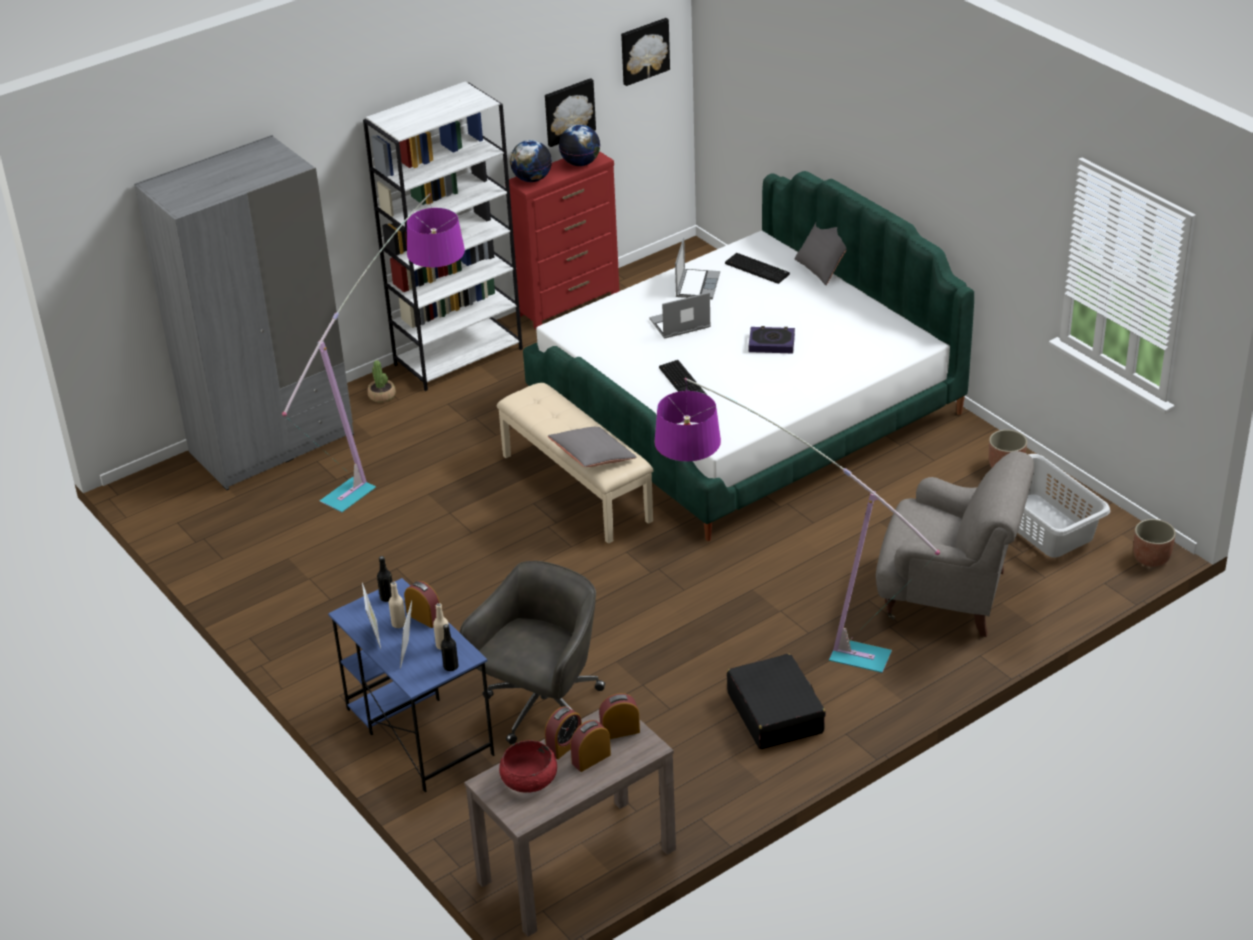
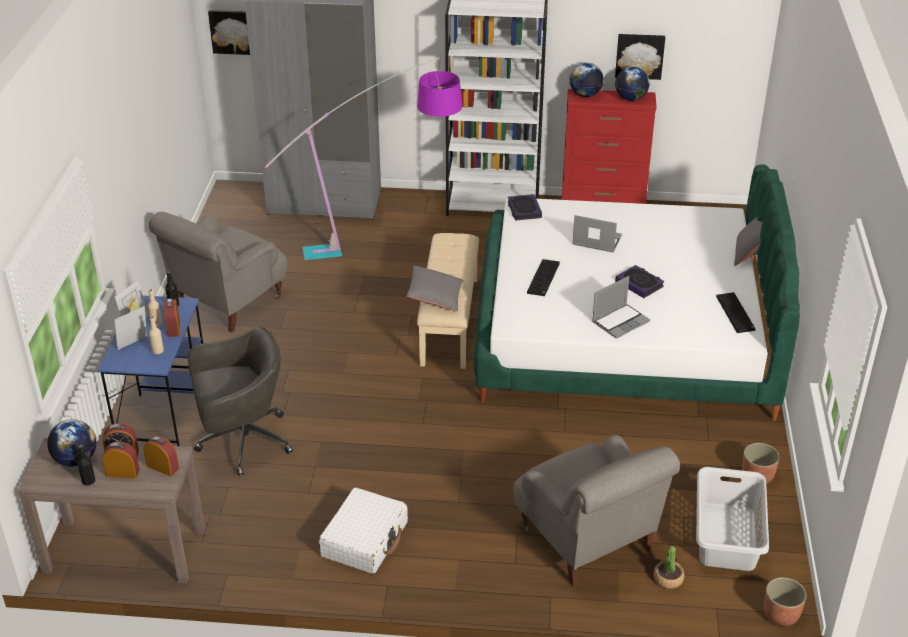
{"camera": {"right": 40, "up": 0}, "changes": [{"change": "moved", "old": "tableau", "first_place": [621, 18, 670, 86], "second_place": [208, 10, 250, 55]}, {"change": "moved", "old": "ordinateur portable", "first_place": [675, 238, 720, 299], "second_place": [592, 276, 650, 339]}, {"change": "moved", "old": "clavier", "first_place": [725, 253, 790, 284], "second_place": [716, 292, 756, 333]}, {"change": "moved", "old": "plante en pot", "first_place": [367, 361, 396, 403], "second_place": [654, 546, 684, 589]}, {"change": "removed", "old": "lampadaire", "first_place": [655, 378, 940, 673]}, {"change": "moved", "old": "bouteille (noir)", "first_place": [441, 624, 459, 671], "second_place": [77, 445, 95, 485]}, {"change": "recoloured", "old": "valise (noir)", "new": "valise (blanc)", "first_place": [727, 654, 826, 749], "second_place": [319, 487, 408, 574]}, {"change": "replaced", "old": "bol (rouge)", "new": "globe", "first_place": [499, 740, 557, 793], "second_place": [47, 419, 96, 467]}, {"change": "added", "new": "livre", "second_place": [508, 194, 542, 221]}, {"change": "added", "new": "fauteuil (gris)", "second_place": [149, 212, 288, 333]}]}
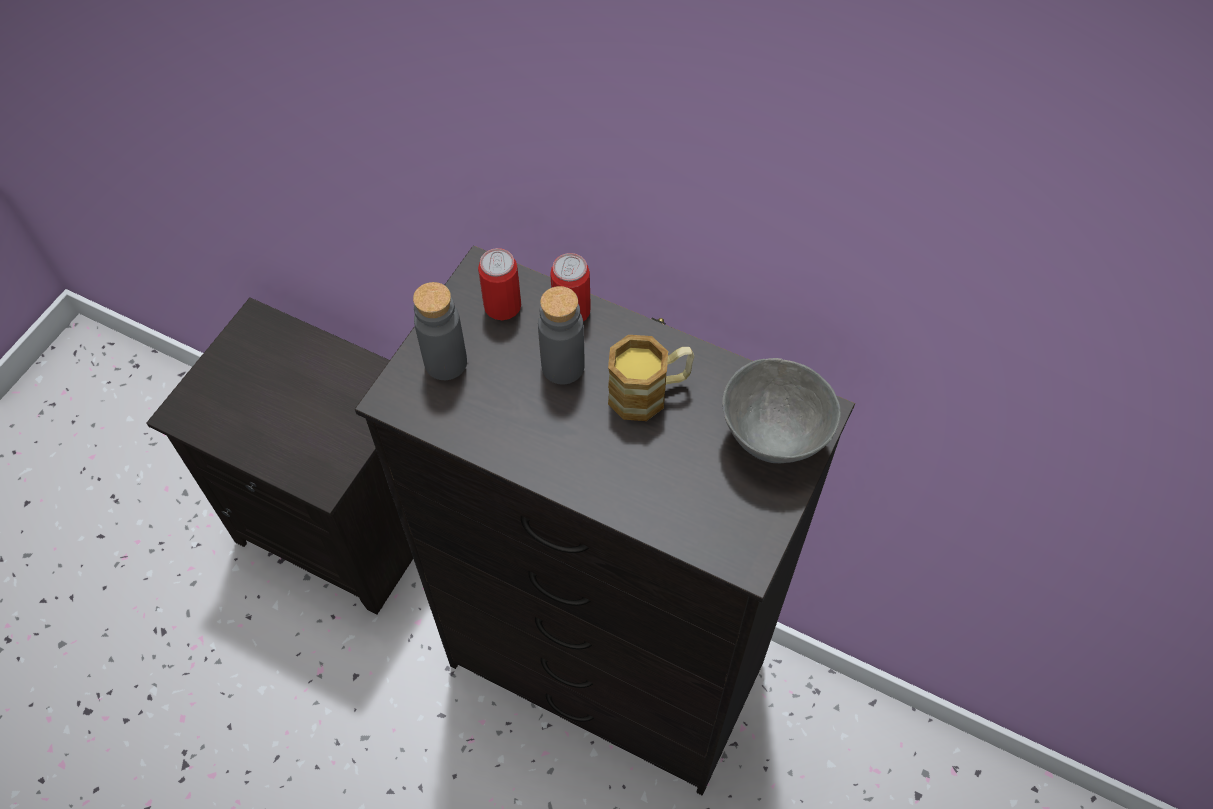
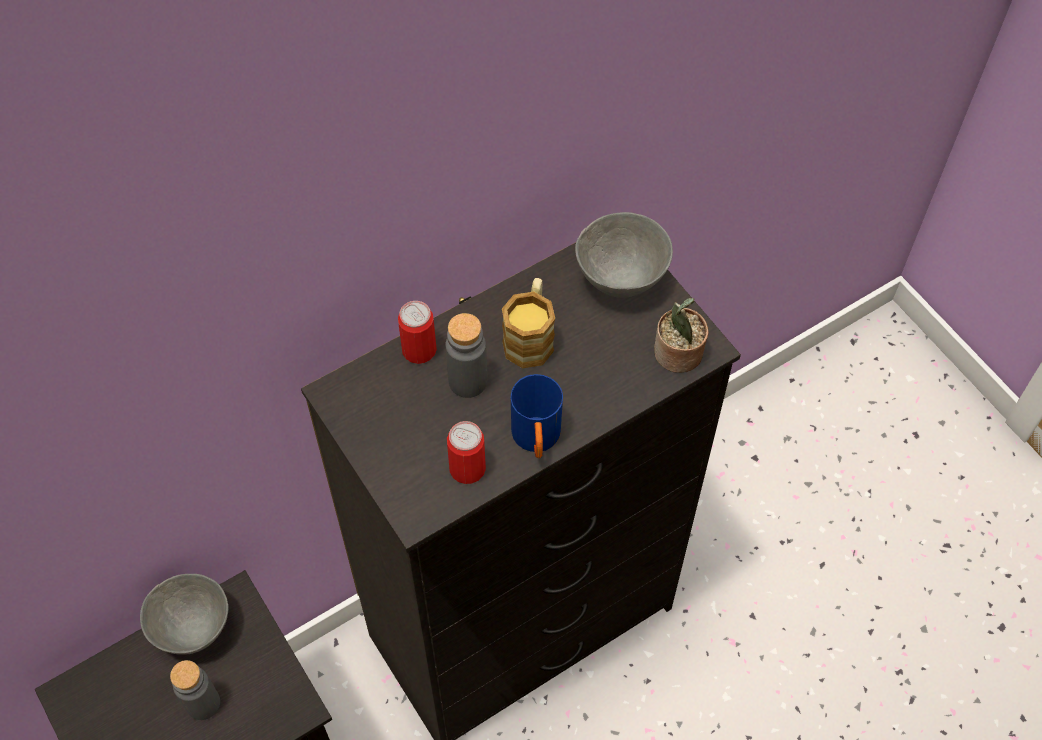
{"camera": {"right": -60, "up": 0}, "changes": [{"change": "moved", "old": "boîte métallique", "first_place": [478, 248, 521, 320], "second_place": [447, 421, 486, 484]}, {"change": "moved", "old": "bouteille (gris)", "first_place": [413, 282, 467, 380], "second_place": [170, 660, 220, 720]}, {"change": "added", "new": "plante en pot", "second_place": [654, 298, 709, 373]}, {"change": "added", "new": "mug (bleu)", "second_place": [511, 374, 563, 458]}, {"change": "added", "new": "bol (gris)", "second_place": [140, 574, 228, 655]}]}
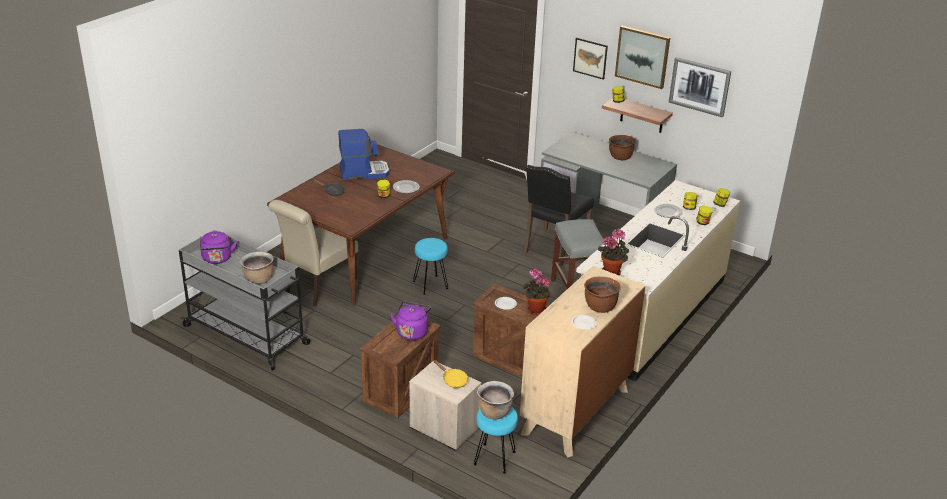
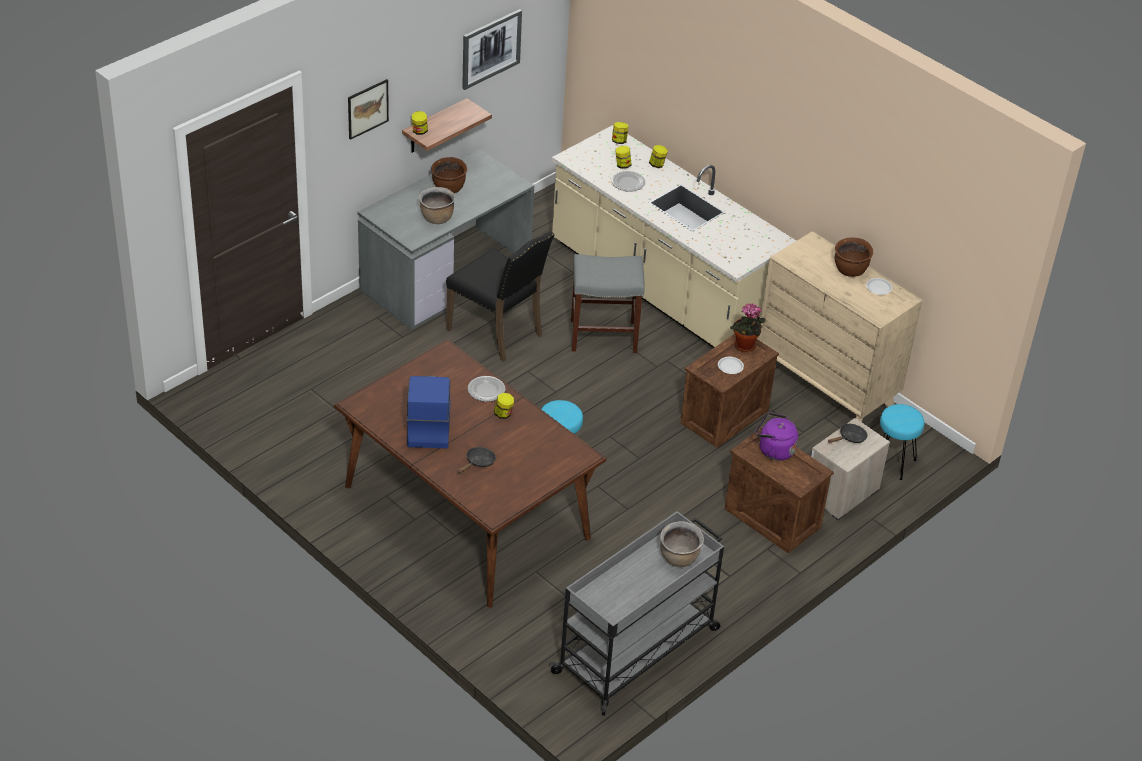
{"camera": {"right": -80, "up": 10}, "changes": [{"change": "removed", "old": "tableau", "first_place": [615, 26, 670, 89]}, {"change": "removed", "old": "chaise (beige)", "first_place": [268, 200, 359, 307]}, {"change": "removed", "old": "plante en pot", "first_place": [598, 229, 629, 275]}, {"change": "removed", "old": "bouilloire (violet)", "first_place": [200, 231, 237, 264]}, {"change": "recoloured", "old": "poêle (jaune)", "new": "poêle (noir)", "first_place": [433, 360, 468, 388], "second_place": [828, 424, 868, 443]}, {"change": "moved", "old": "marmite (marron)", "first_place": [477, 381, 514, 420], "second_place": [419, 187, 455, 224]}]}
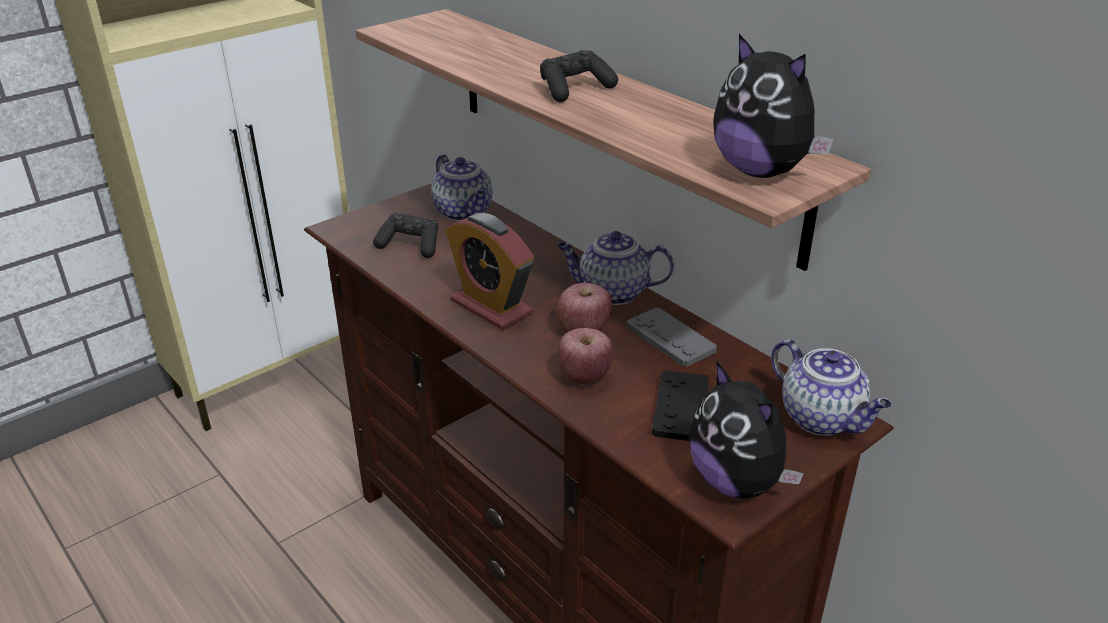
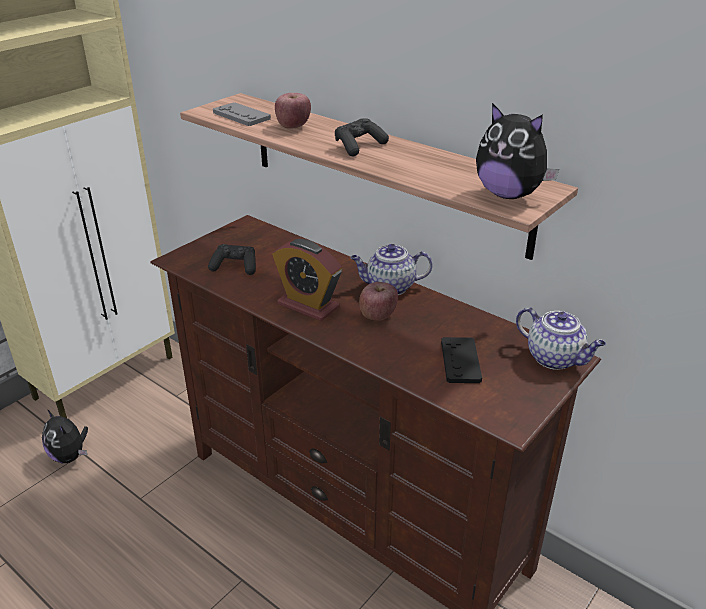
{"camera": {"right": -10, "up": 0}, "changes": [{"change": "removed", "old": "théière", "first_place": [431, 154, 493, 221]}, {"change": "moved", "old": "manette (gris)", "first_place": [627, 308, 717, 367], "second_place": [213, 103, 271, 126]}, {"change": "moved", "old": "pomme", "first_place": [557, 328, 614, 384], "second_place": [275, 93, 311, 129]}, {"change": "moved", "old": "peluche", "first_place": [689, 362, 804, 499], "second_place": [42, 409, 88, 463]}]}
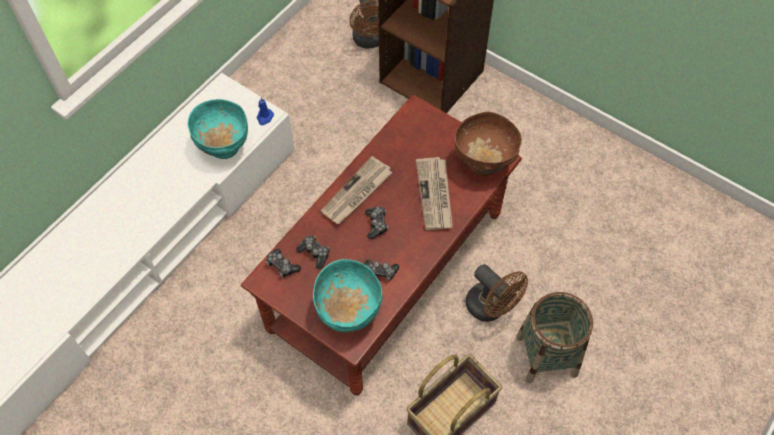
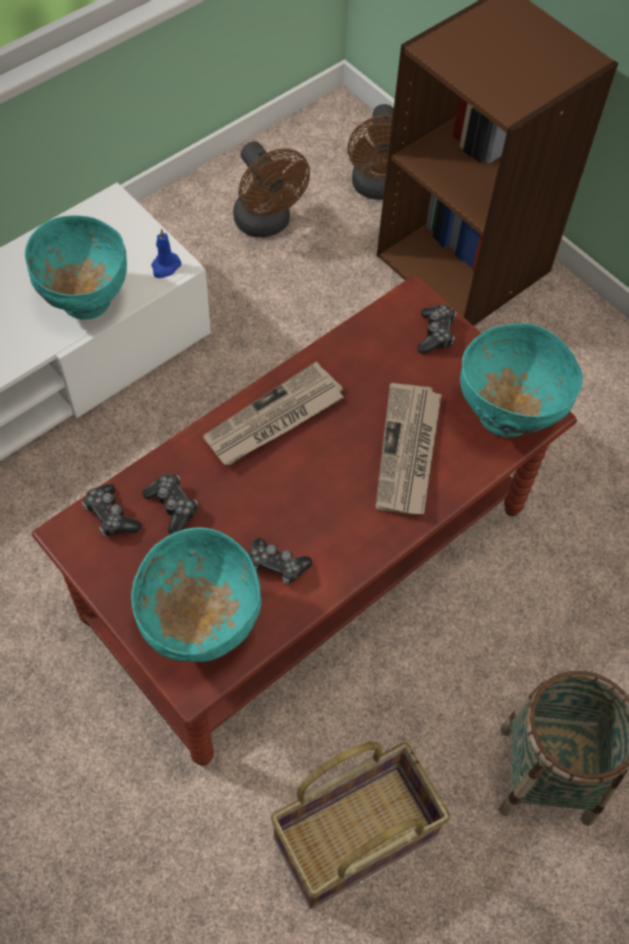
{"camera": {"right": 10, "up": 0}, "changes": [{"change": "recoloured", "old": "bol (marron)", "new": "bol (turquoise)", "first_place": [455, 112, 522, 176], "second_place": [460, 323, 583, 438]}, {"change": "moved", "old": "manette", "first_place": [365, 206, 388, 239], "second_place": [417, 304, 456, 354]}, {"change": "moved", "old": "ventilateur (marron)", "first_place": [465, 264, 528, 322], "second_place": [233, 141, 310, 238]}]}
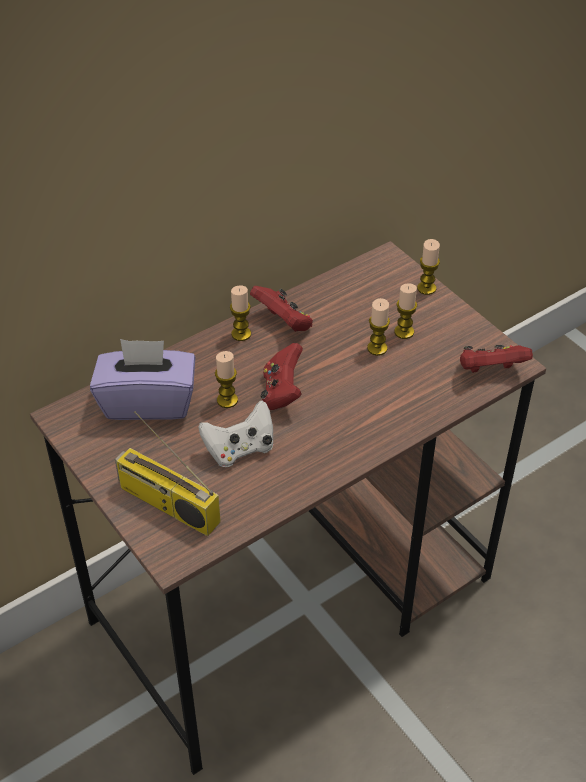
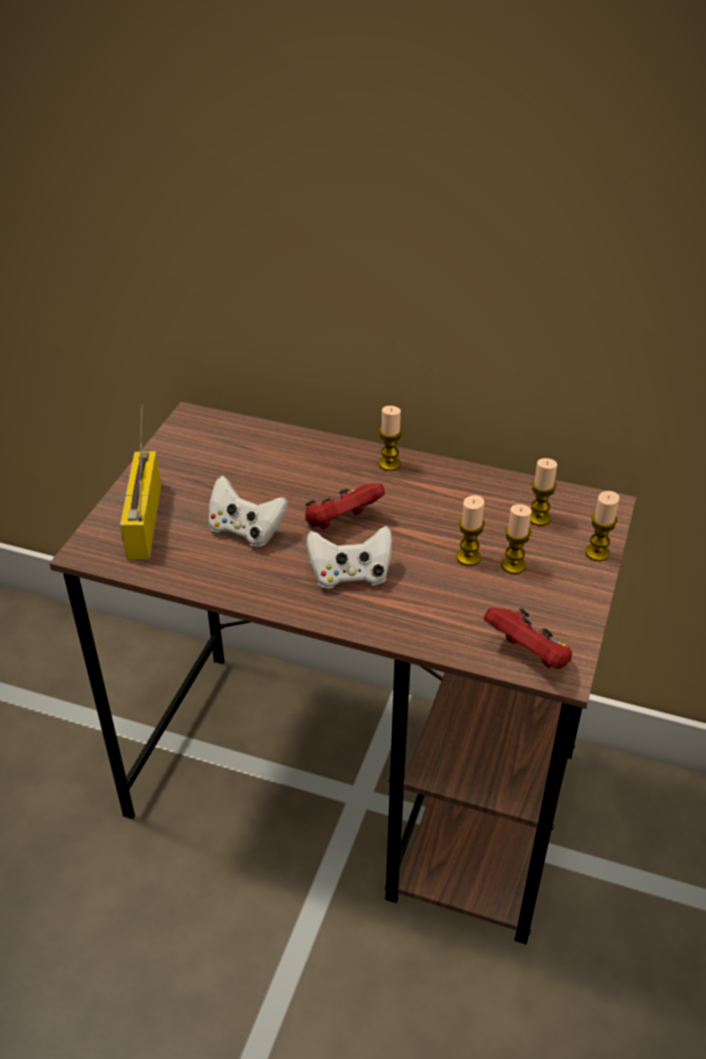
{"camera": {"right": 55, "up": -5}, "changes": [{"change": "removed", "old": "manette (rouge)", "first_place": [250, 286, 313, 332]}, {"change": "removed", "old": "boîte à mouchoirs (violet)", "first_place": [90, 339, 195, 420]}, {"change": "moved", "old": "bougie", "first_place": [215, 351, 238, 408], "second_place": [530, 458, 557, 526]}, {"change": "added", "new": "manette (blanc)", "second_place": [306, 526, 392, 589]}]}
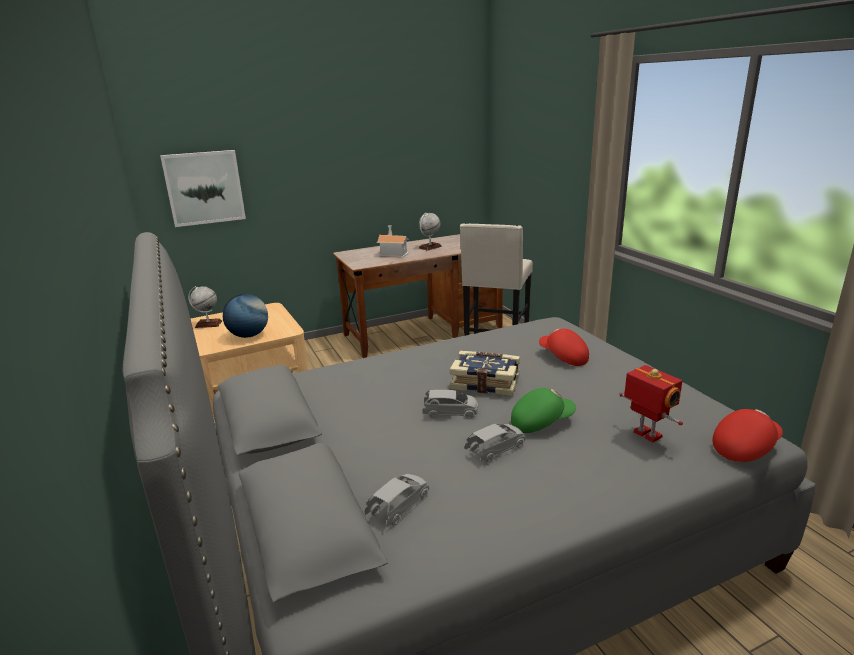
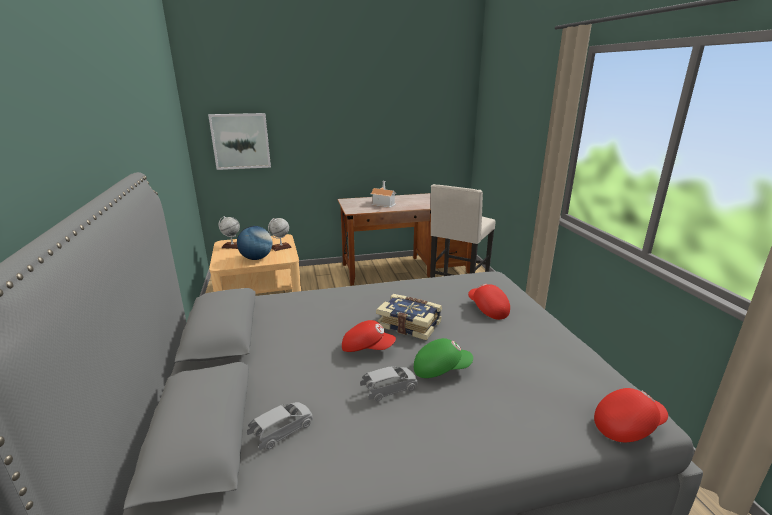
{"camera": {"right": 10, "up": 0}, "changes": [{"change": "moved", "old": "globe", "first_place": [419, 213, 442, 251], "second_place": [268, 218, 292, 251]}, {"change": "removed", "old": "robot jouet", "first_place": [619, 365, 683, 442]}, {"change": "replaced", "old": "petite voiture (gris)", "new": "casquette (rouge)", "first_place": [422, 390, 478, 419], "second_place": [342, 320, 396, 352]}]}
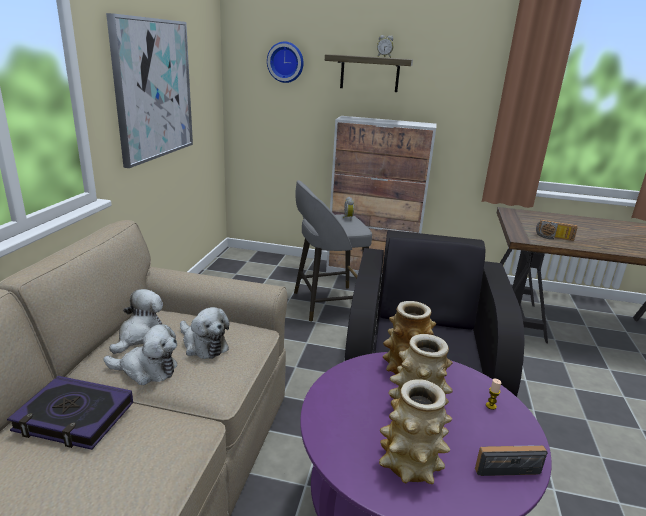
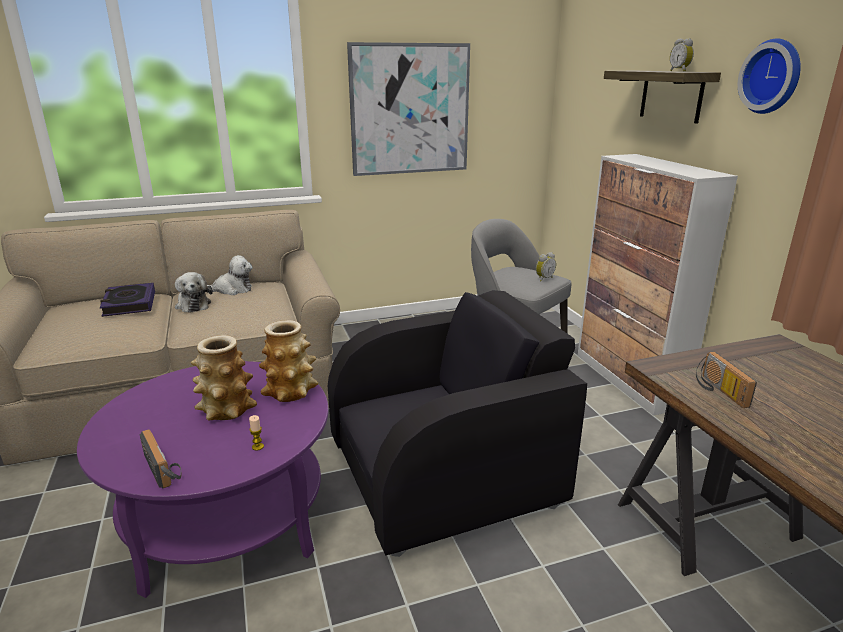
{"camera": {"right": 60, "up": 0}, "changes": [{"change": "moved", "old": "horloge murale", "first_place": [267, 42, 304, 83], "second_place": [738, 39, 801, 114]}, {"change": "removed", "old": "peluche", "first_place": [180, 307, 229, 359]}, {"change": "removed", "old": "vase", "first_place": [379, 379, 452, 484]}]}
